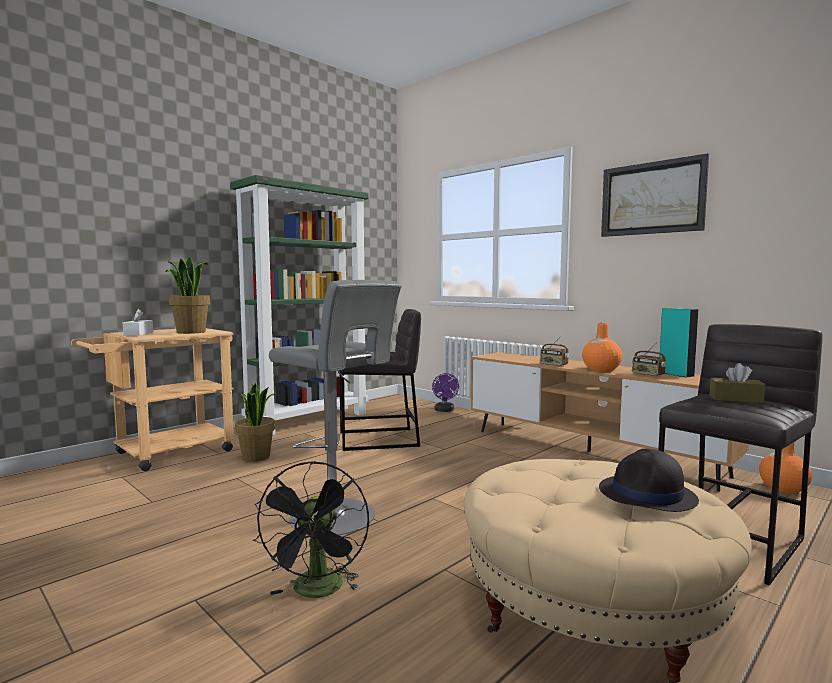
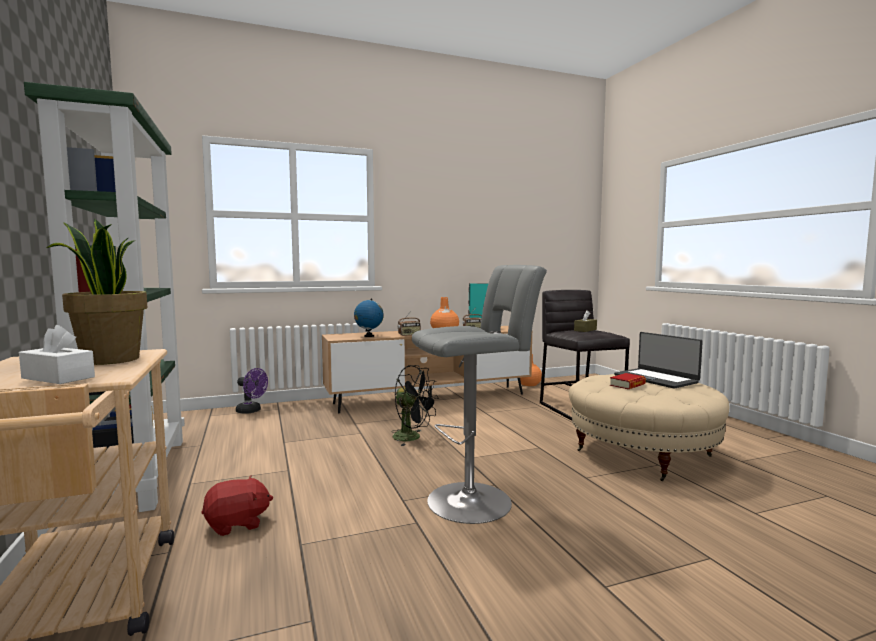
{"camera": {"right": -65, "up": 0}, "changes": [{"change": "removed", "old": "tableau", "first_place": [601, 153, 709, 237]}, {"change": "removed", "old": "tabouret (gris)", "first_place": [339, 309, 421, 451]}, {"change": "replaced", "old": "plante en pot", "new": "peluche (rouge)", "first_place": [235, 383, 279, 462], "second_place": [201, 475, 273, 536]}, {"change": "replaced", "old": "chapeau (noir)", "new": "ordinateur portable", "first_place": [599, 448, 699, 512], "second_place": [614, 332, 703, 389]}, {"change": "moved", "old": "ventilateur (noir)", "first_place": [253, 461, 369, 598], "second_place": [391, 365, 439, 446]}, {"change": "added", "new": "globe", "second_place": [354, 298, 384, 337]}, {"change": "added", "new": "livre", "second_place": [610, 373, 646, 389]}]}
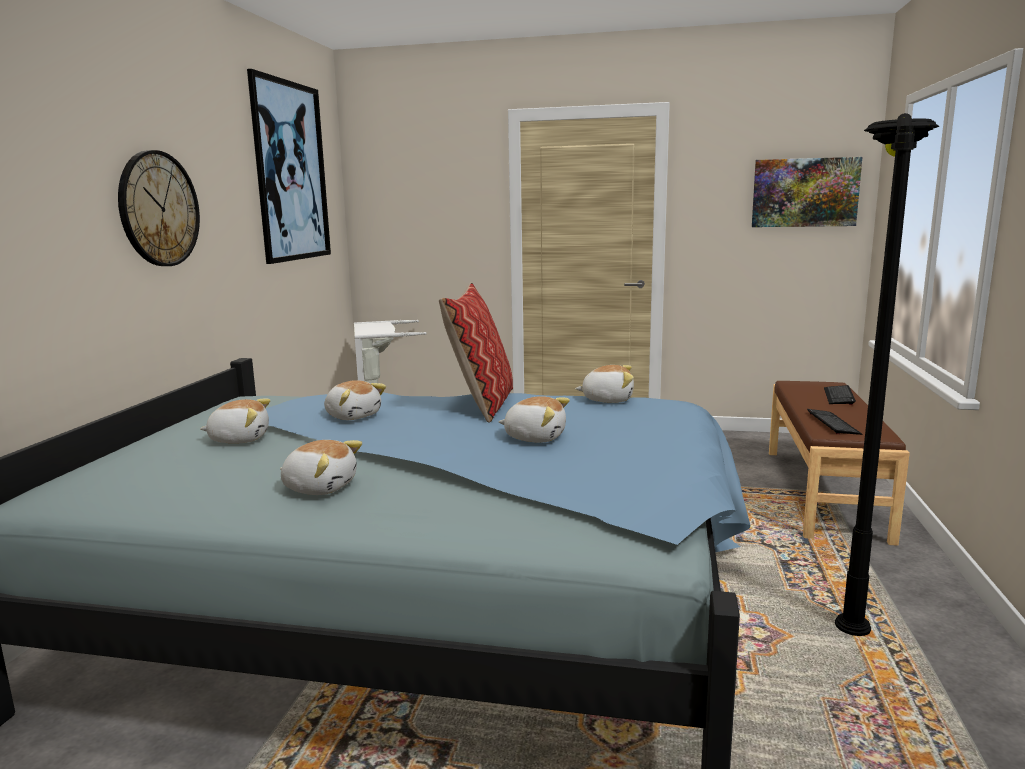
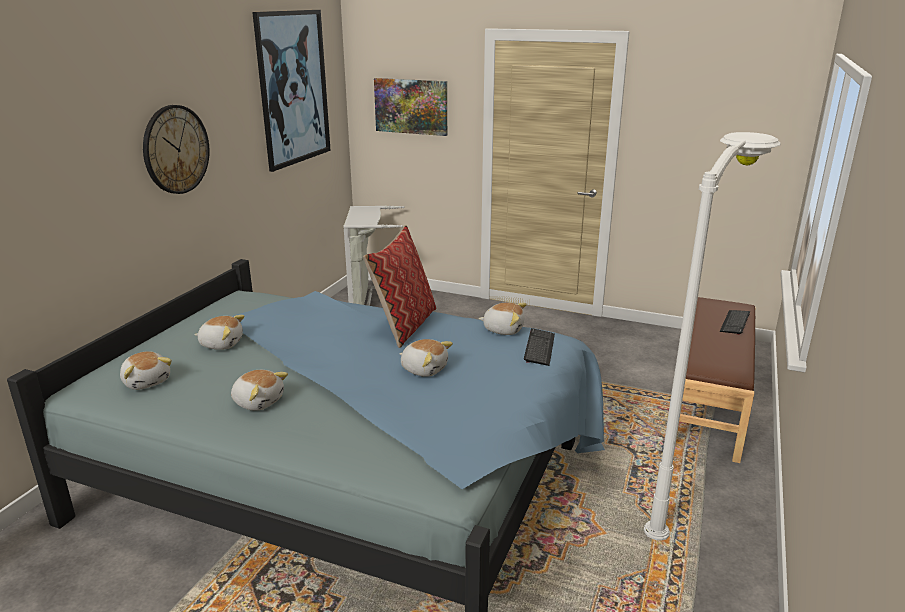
{"camera": {"right": 10, "up": 10}, "changes": [{"change": "recoloured", "old": "lampadaire (noir)", "new": "lampadaire (blanc)", "first_place": [835, 113, 939, 636], "second_place": [644, 132, 781, 541]}, {"change": "moved", "old": "tableau", "first_place": [752, 157, 863, 227], "second_place": [374, 78, 447, 136]}, {"change": "moved", "old": "peluche", "first_place": [324, 380, 386, 420], "second_place": [120, 351, 172, 390]}, {"change": "moved", "old": "clavier", "first_place": [807, 409, 863, 435], "second_place": [524, 328, 555, 366]}]}
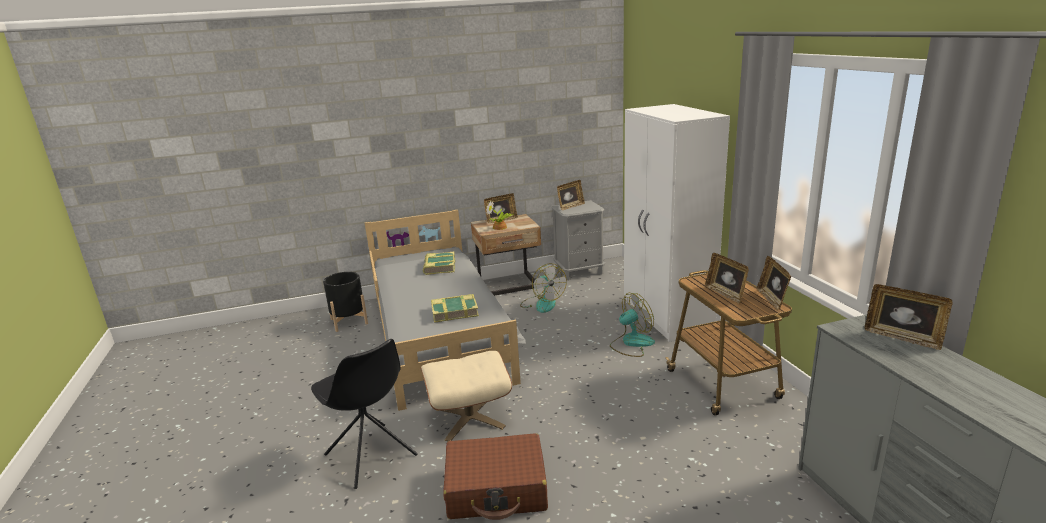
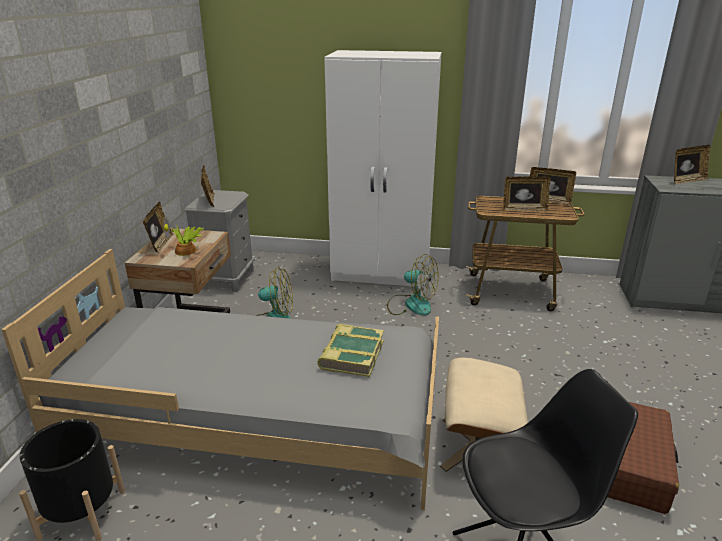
{"camera": {"right": -65, "up": 5}, "changes": [{"change": "removed", "old": "livre", "first_place": [423, 252, 455, 275]}, {"change": "turned", "old": "ventilateur", "first_place": [610, 293, 655, 357], "second_place": [387, 254, 438, 315], "degrees": 120}]}
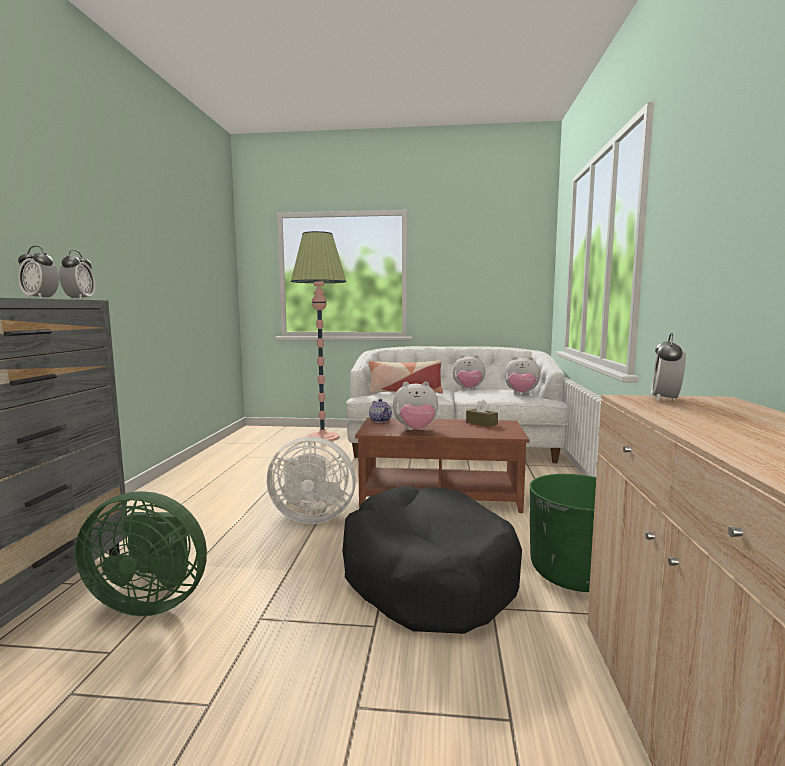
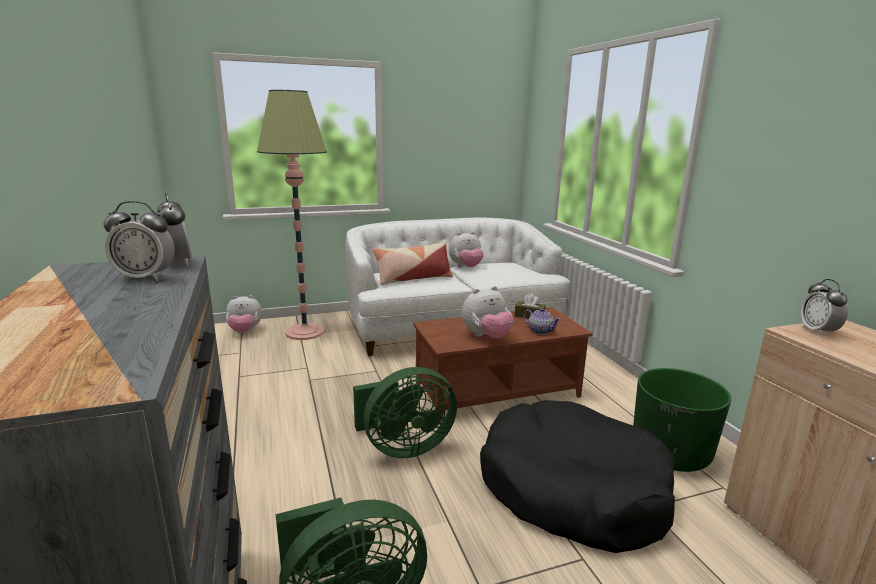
{"camera": {"right": -25, "up": 10}, "changes": [{"change": "moved", "old": "peluche", "first_place": [504, 357, 540, 394], "second_place": [226, 295, 262, 333]}, {"change": "moved", "old": "théière", "first_place": [369, 399, 392, 423], "second_place": [523, 308, 561, 334]}, {"change": "recoloured", "old": "ventilateur (blanc)", "new": "ventilateur (vert)", "first_place": [267, 436, 356, 524], "second_place": [353, 367, 457, 458]}]}
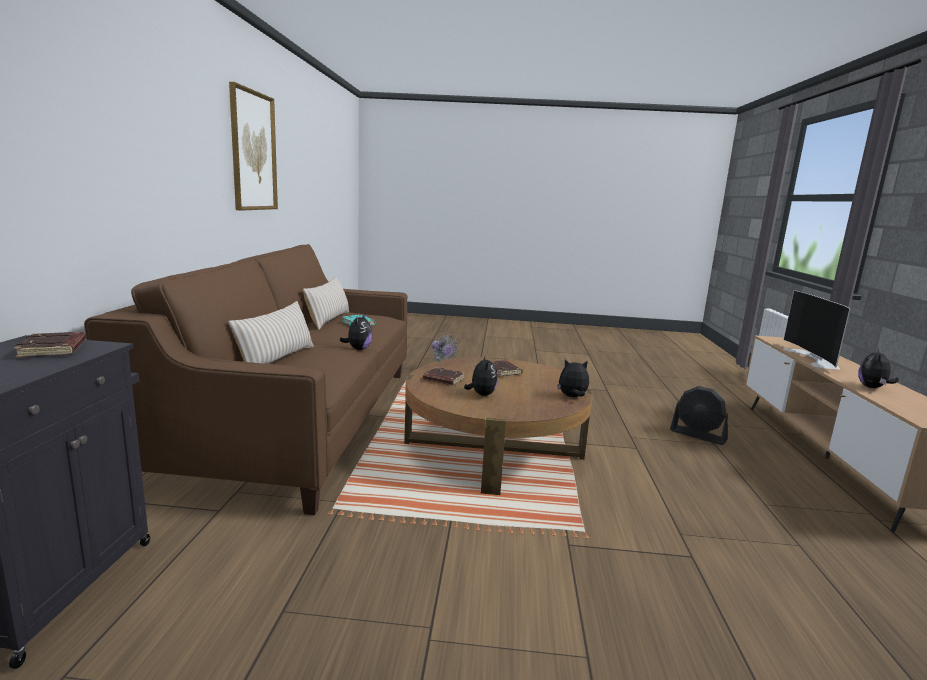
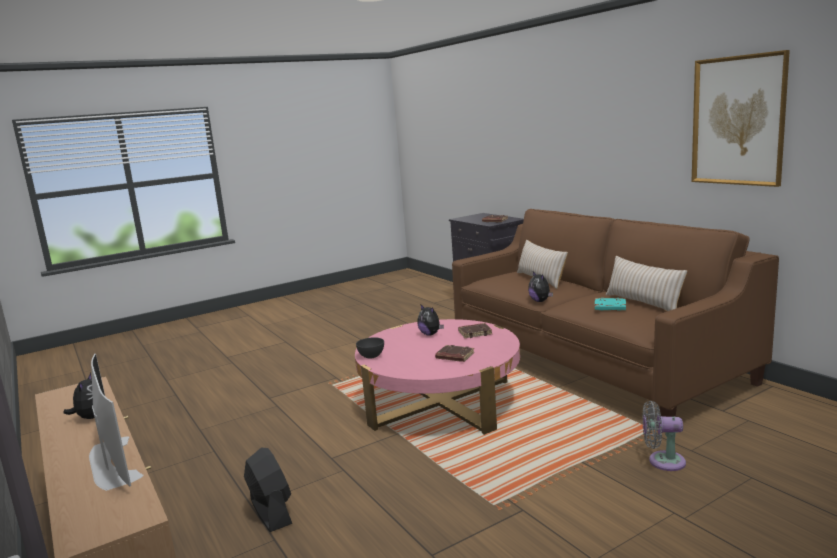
{"camera": {"right": 145, "up": 0}, "changes": [{"change": "recoloured", "old": "table basse (marron)", "new": "table basse (rose)", "first_place": [404, 357, 592, 495], "second_place": [355, 319, 520, 435]}, {"change": "replaced", "old": "peluche", "new": "bol (gris)", "first_place": [557, 359, 589, 397], "second_place": [356, 337, 384, 358]}, {"change": "turned", "old": "ventilateur (noir)", "first_place": [670, 386, 728, 445], "second_place": [244, 448, 292, 532], "degrees": 60}]}
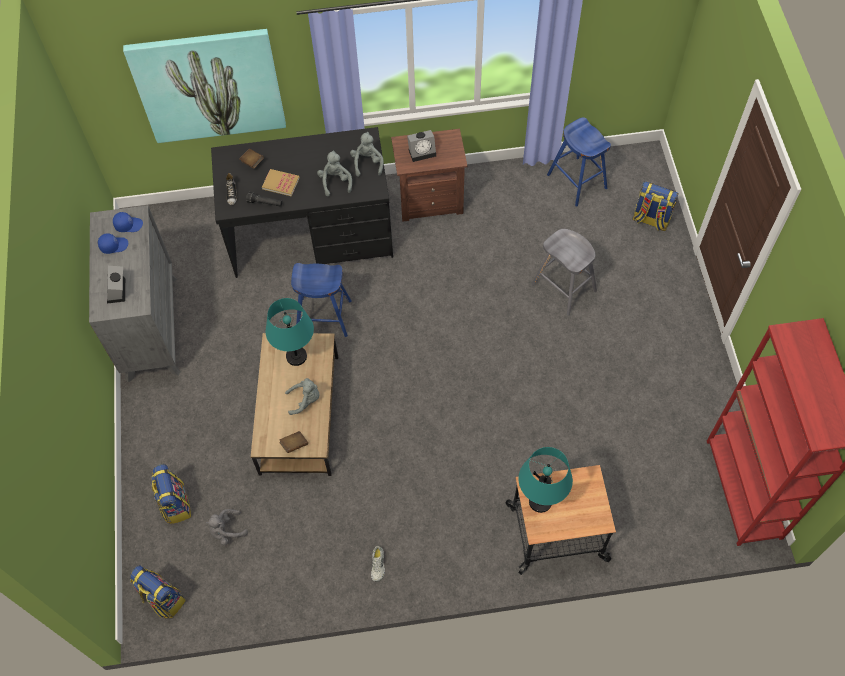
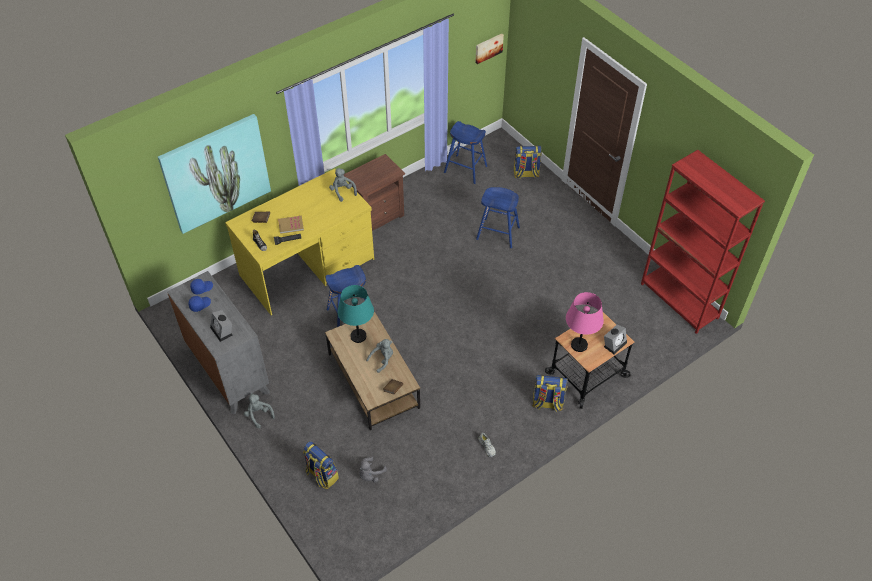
{"camera": {"right": -30, "up": -10}, "changes": [{"change": "recoloured", "old": "bureau (noir)", "new": "bureau (jaune)", "first_place": [211, 127, 393, 278], "second_place": [225, 169, 374, 316]}, {"change": "moved", "old": "réveil", "first_place": [407, 130, 436, 162], "second_place": [604, 324, 627, 354]}, {"change": "moved", "old": "peluche (gris)", "first_place": [317, 150, 352, 196], "second_place": [244, 393, 275, 429]}, {"change": "recoloured", "old": "tabouret (gris)", "new": "tabouret (bleu)", "first_place": [532, 229, 597, 316], "second_place": [476, 187, 520, 248]}, {"change": "recoloured", "old": "lampe de table (turquoise)", "new": "lampe de table (rose)", "first_place": [518, 447, 573, 513], "second_place": [566, 292, 604, 352]}, {"change": "moved", "old": "sac à dos", "first_place": [130, 565, 186, 619], "second_place": [532, 375, 568, 412]}, {"change": "added", "new": "tableau", "second_place": [475, 34, 504, 64]}]}
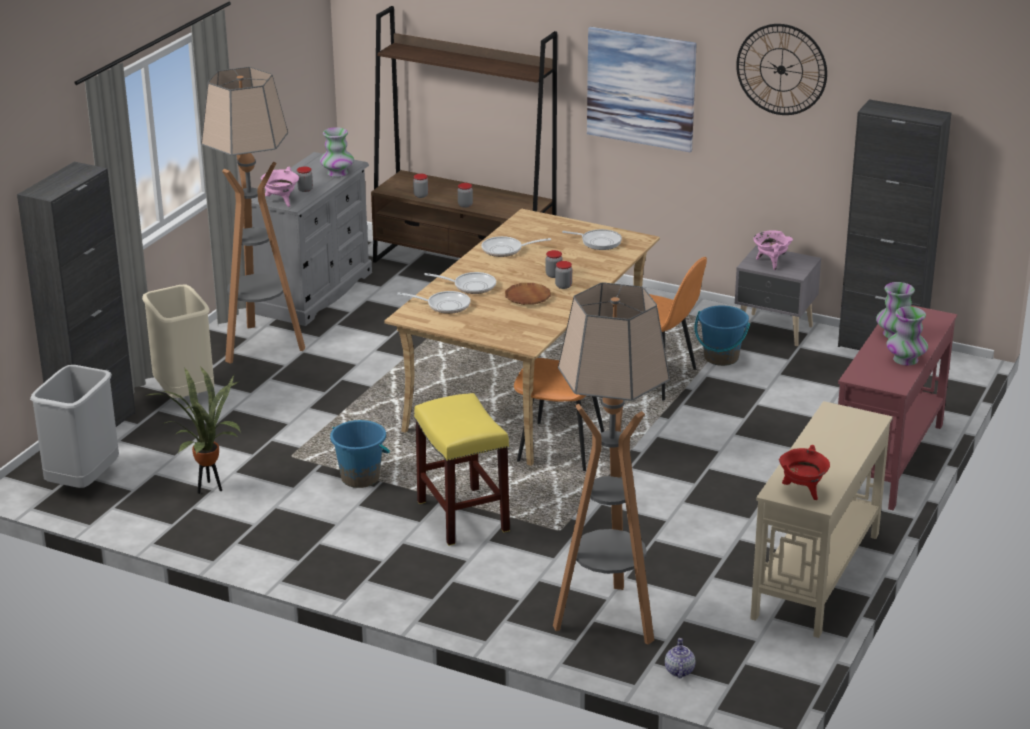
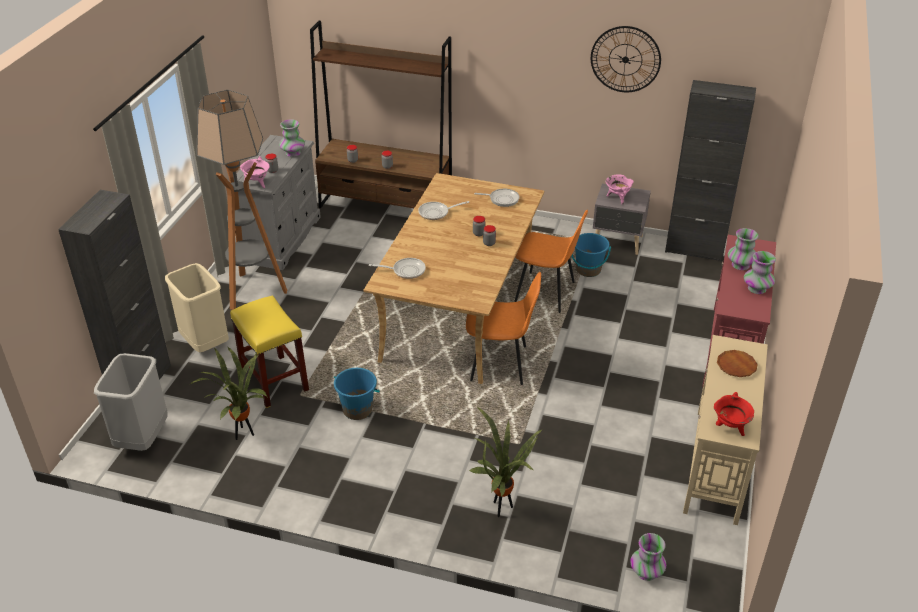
{"camera": {"right": -10, "up": 10}, "changes": [{"change": "removed", "old": "tableau", "first_place": [587, 27, 697, 152]}, {"change": "removed", "old": "poêle", "first_place": [424, 272, 496, 294]}, {"change": "removed", "old": "lampadaire", "first_place": [553, 282, 670, 644]}, {"change": "moved", "old": "assiette (marron)", "first_place": [505, 283, 551, 305], "second_place": [717, 350, 758, 377]}, {"change": "moved", "old": "tabouret (jaune)", "first_place": [414, 393, 510, 546], "second_place": [230, 295, 309, 408]}, {"change": "replaced", "old": "théière", "new": "vase", "first_place": [665, 638, 696, 679], "second_place": [630, 533, 666, 581]}, {"change": "added", "new": "plante en pot", "second_place": [469, 407, 543, 517]}]}
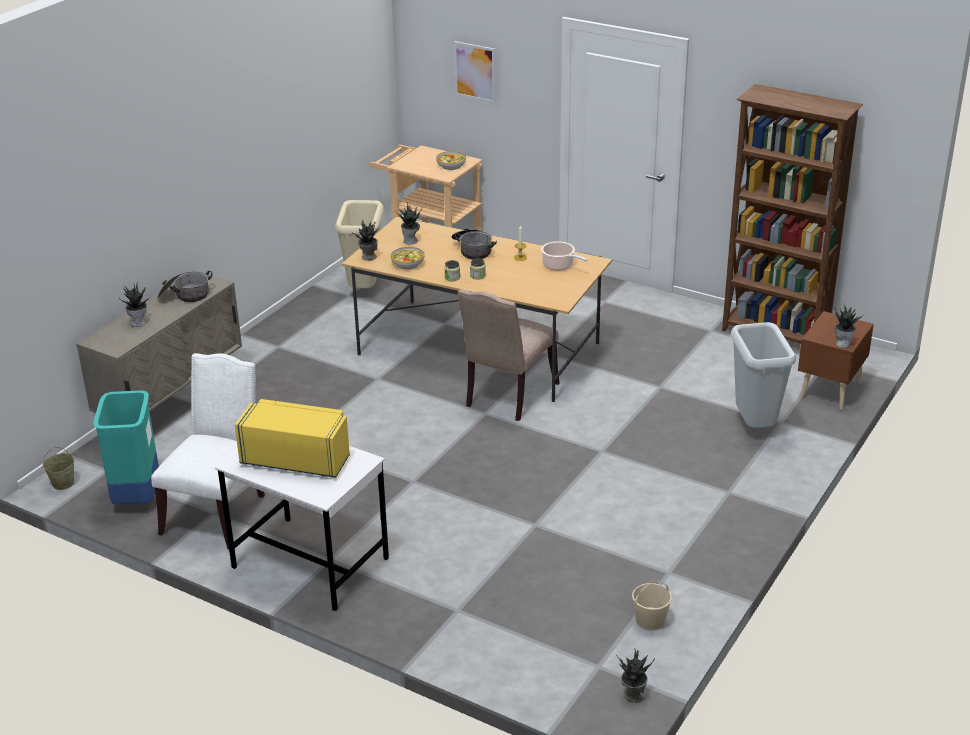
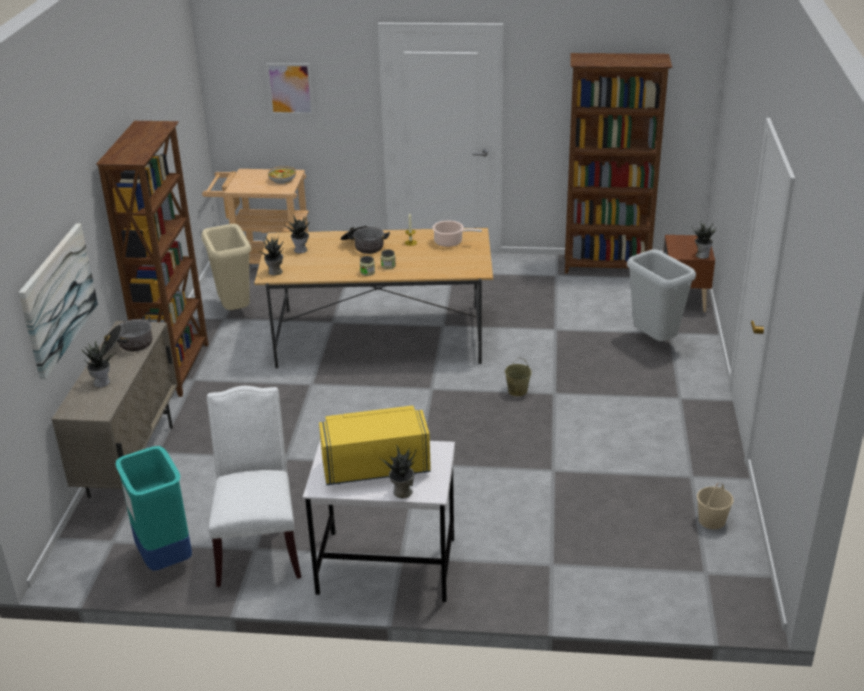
{"camera": {"right": -25, "up": 0}, "changes": [{"change": "removed", "old": "bol", "first_place": [391, 247, 425, 269]}, {"change": "removed", "old": "chaise (beige)", "first_place": [457, 289, 560, 421]}, {"change": "moved", "old": "seau (beige)", "first_place": [43, 447, 74, 490], "second_place": [505, 358, 532, 396]}, {"change": "moved", "old": "plante en pot", "first_place": [616, 648, 655, 703], "second_place": [380, 445, 416, 498]}, {"change": "added", "new": "bibliothèque (marron)", "second_place": [96, 121, 209, 397]}, {"change": "added", "new": "tableau", "second_place": [18, 224, 98, 379]}]}
